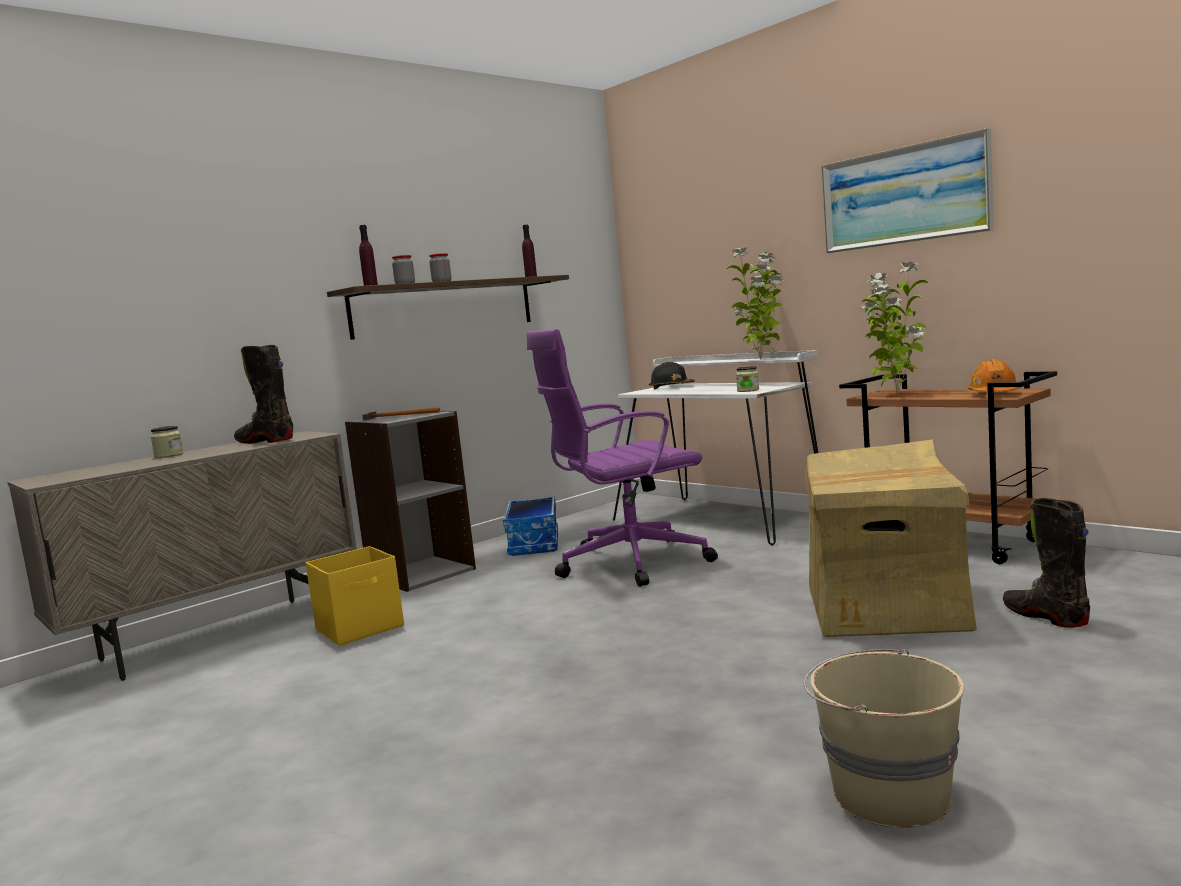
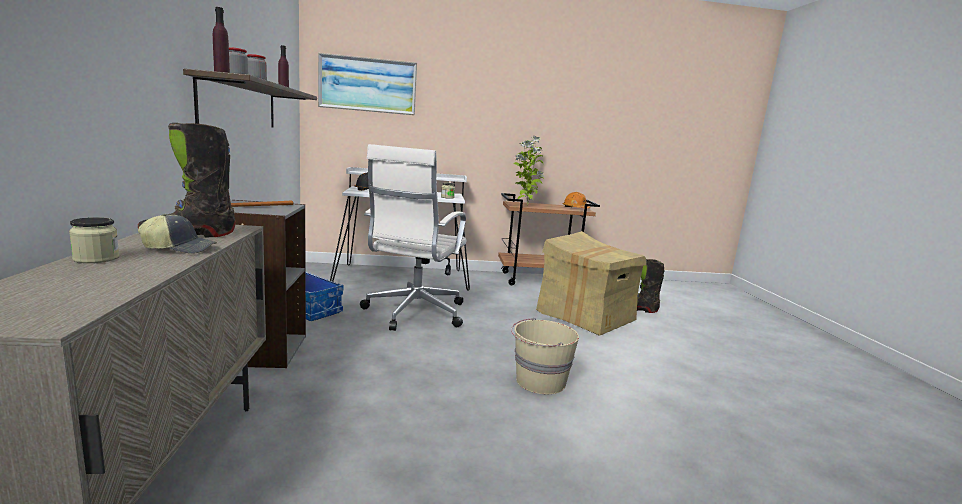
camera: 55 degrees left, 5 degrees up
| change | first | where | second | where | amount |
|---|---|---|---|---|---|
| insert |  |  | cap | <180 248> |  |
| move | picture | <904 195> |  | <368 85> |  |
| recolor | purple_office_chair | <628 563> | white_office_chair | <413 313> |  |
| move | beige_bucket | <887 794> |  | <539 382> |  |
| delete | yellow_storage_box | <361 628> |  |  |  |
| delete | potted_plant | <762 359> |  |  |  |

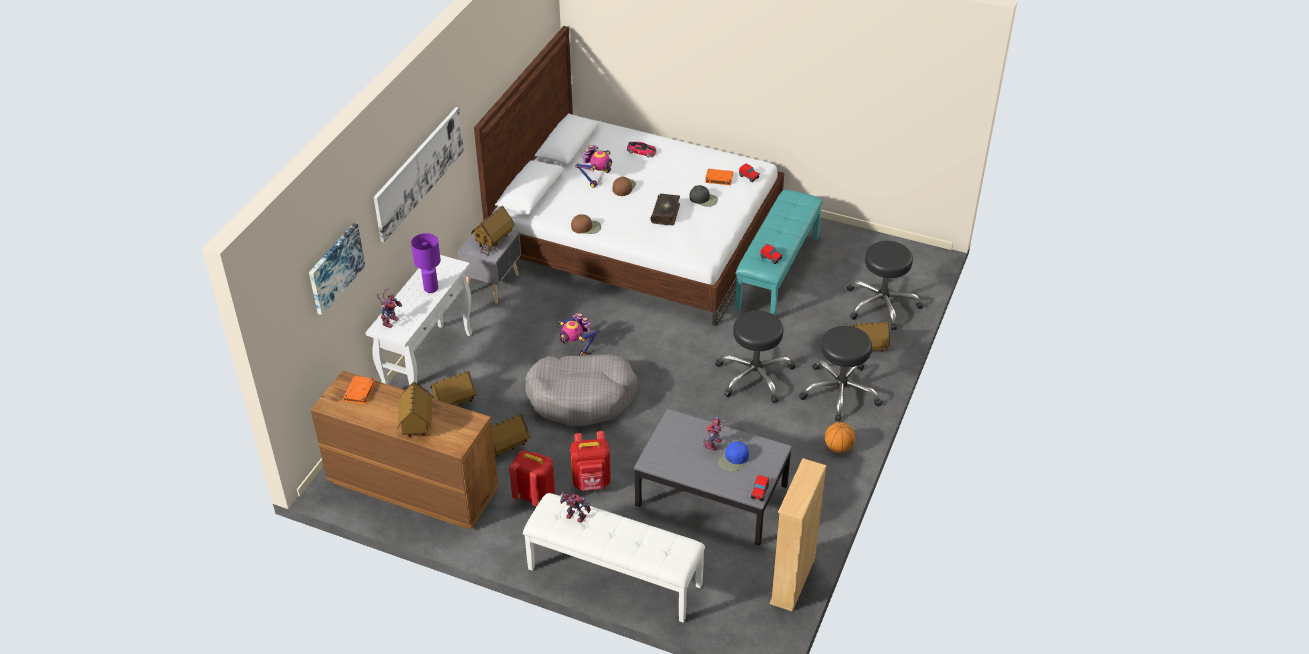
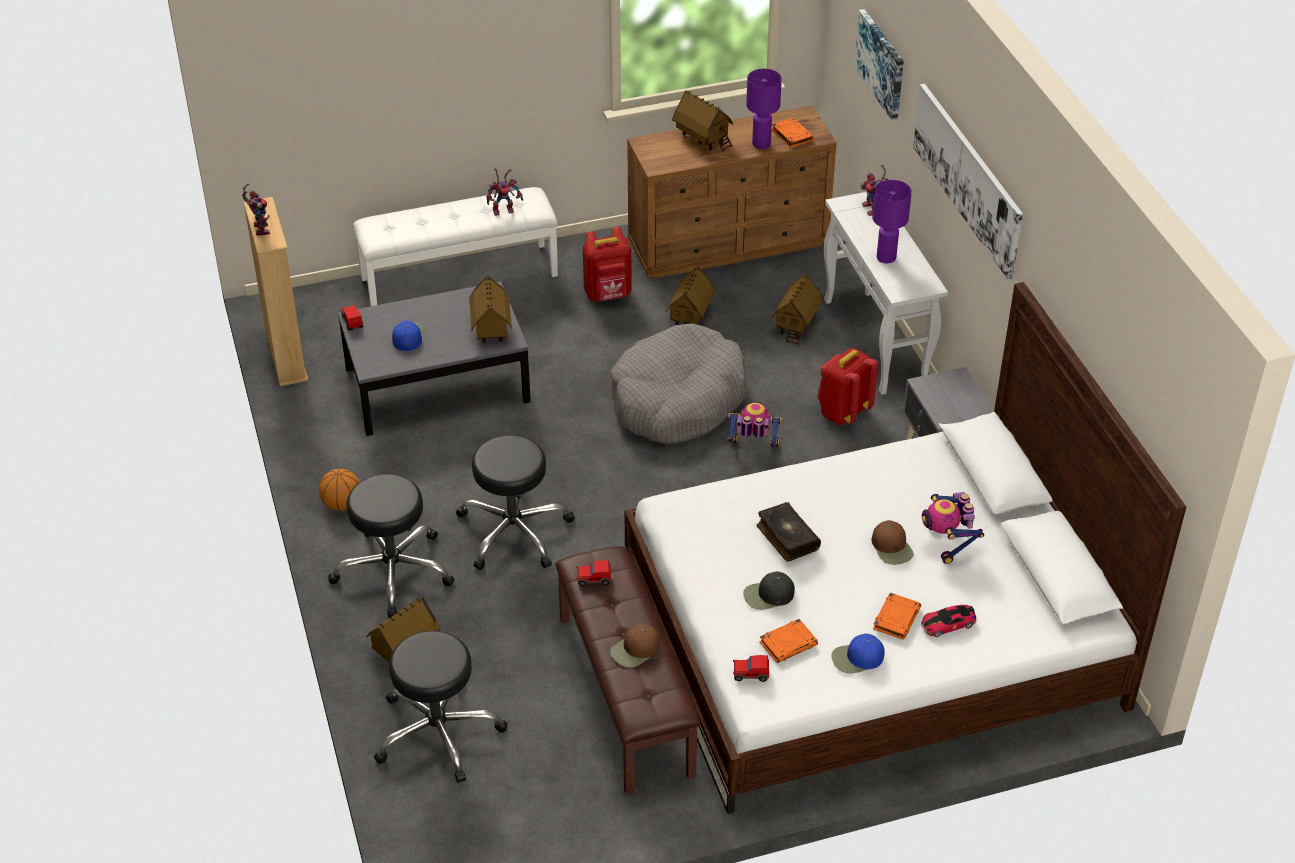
camera: 140 degrees right, 0 degrees up
| change | first | where | second | where | amount |
|---|---|---|---|---|---|
| move | toy_robot | <714 446> |  | <259 228> |  |
| move | toy_house | <494 241> |  | <491 330> |  |
| recolor | turquoise_bench | <776 272> | brown_bench | <627 695> |  |
| move | brown_cap | <586 227> |  | <635 650> |  |
| insert |  |  | purple_table_lamp | <760 144> |  |
| move | red_backpack | <591 482> |  | <843 412> |  |
| insert |  |  | blue_cap | <857 658> |  |
| insert |  |  | orange_book | <896 618> |  |

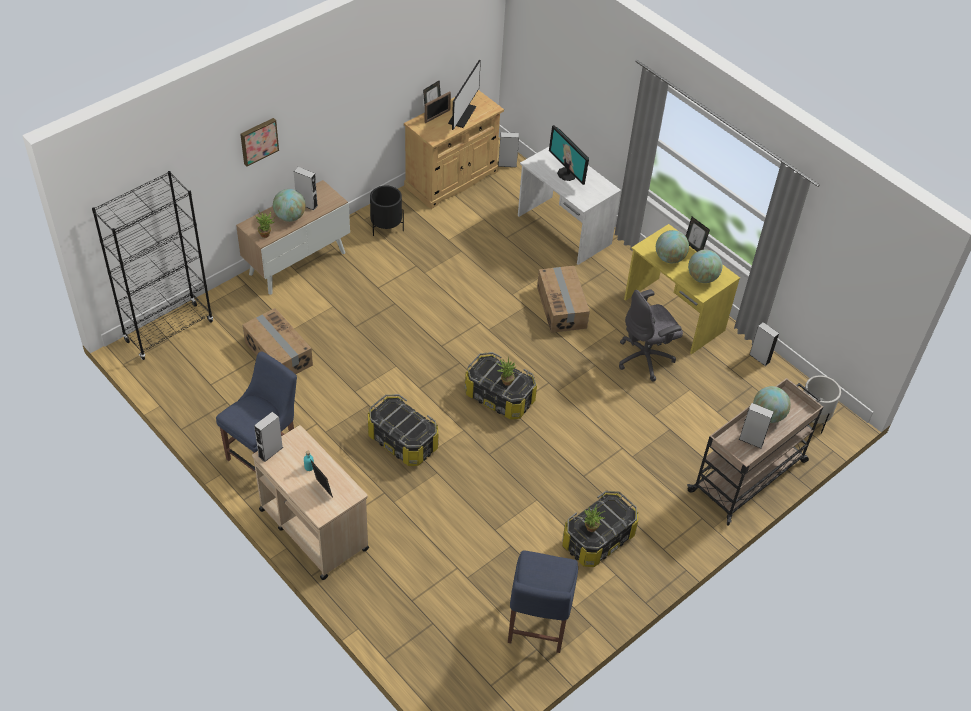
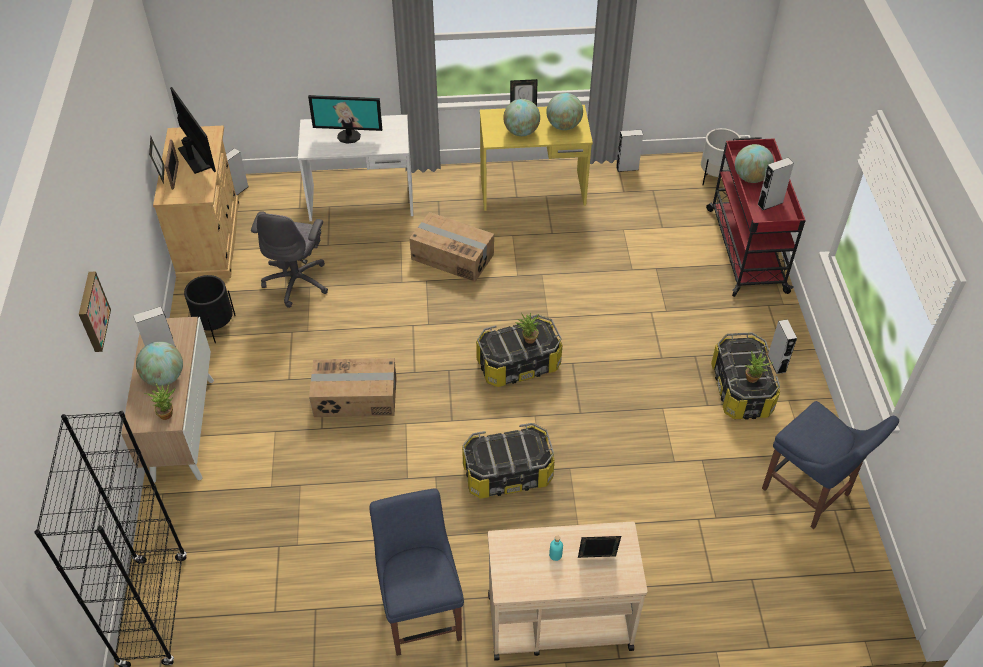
camera: 50 degrees left, 0 degrees up
| change | first | where | second | where | amount |
|---|---|---|---|---|---|
| move | grey_office_chair | <645 358> |  | <297 281> |  |
| move | cardboard_box | <278 354> |  | <355 398> |  |
| recolor | beige_cart | <749 475> | red_cart | <745 249> |  |
| move | grey_speaker | <270 452> |  | <776 363> |  |

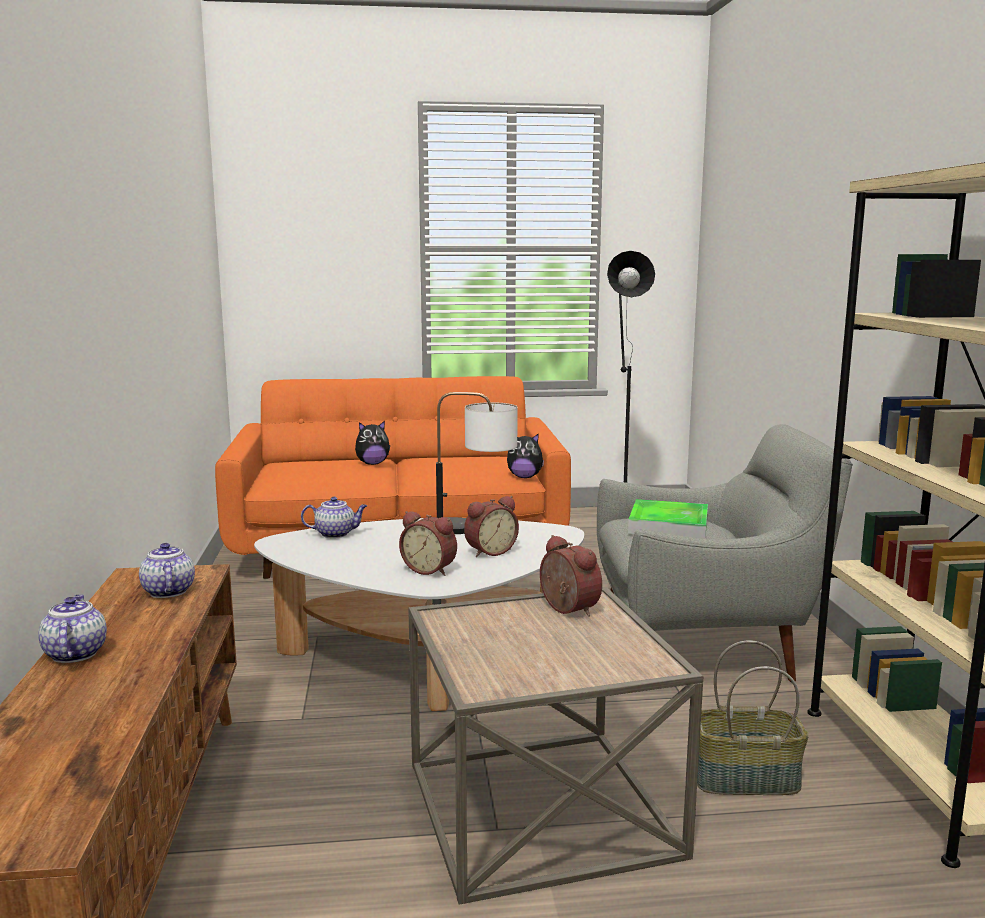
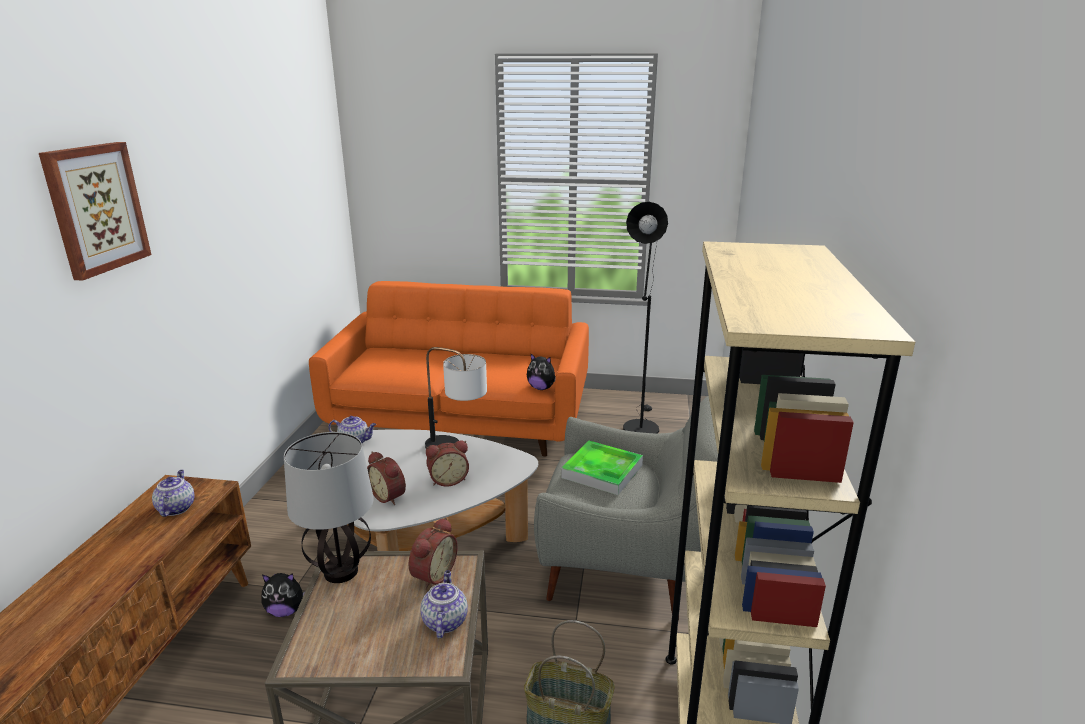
camera: 15 degrees right, 10 degrees up
| change | first | where | second | where | amount |
|---|---|---|---|---|---|
| insert |  |  | picture | <96 208> |  |
| move | plush_toy | <372 464> |  | <286 611> |  |
| insert |  |  | table_lamp | <340 571> |  |
| rotate | alarm_clock | <566 610> |  | <432 575> | 45 degrees clockwise |
| move | teapot | <74 653> |  | <444 621> |  |

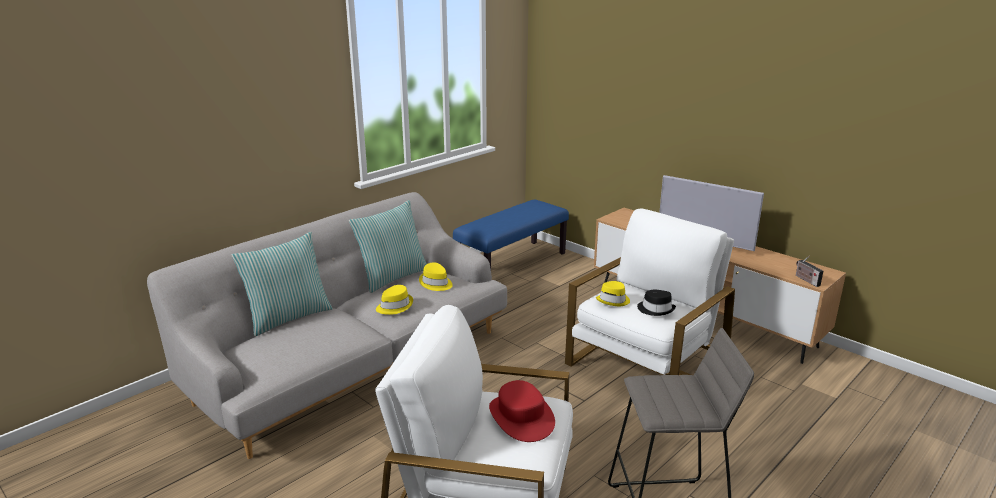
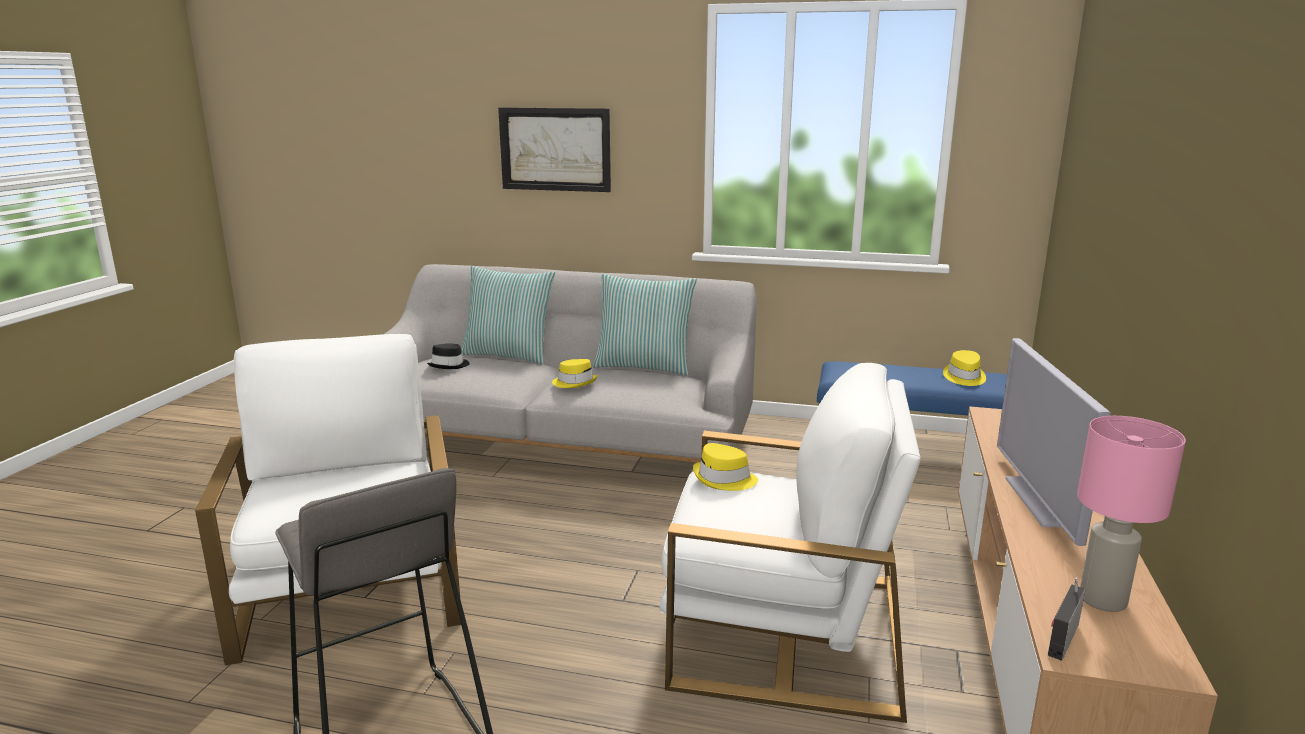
camera: 60 degrees right, 5 degrees down
| change | first | where | second | where | amount |
|---|---|---|---|---|---|
| move | black_hat | <656 309> |  | <449 365> |  |
| insert |  |  | picture | <555 149> |  |
| move | yellow_hat | <435 283> |  | <964 377> |  |
| insert |  |  | pink_table_lamp | <1102 600> |  |
| delete | red_hat | <521 417> |  |  |  |

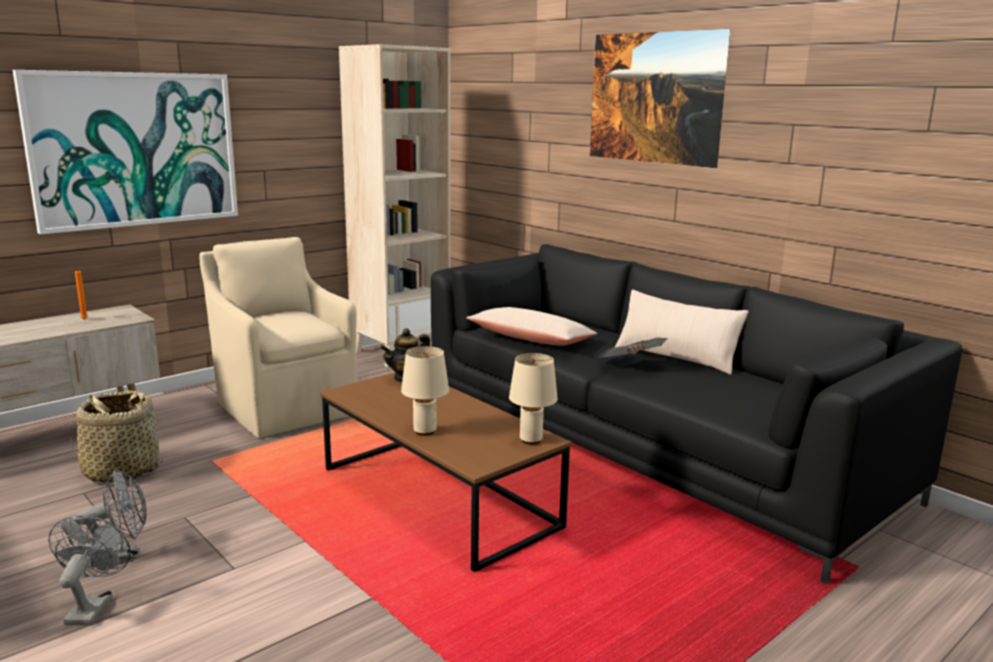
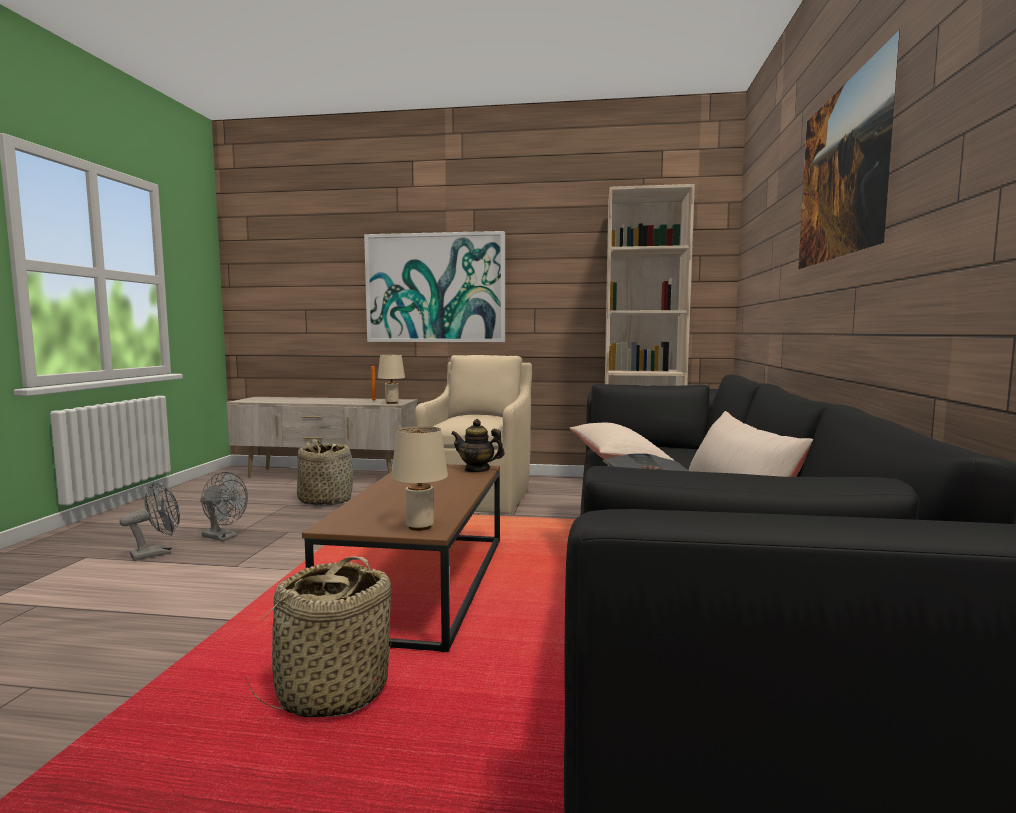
camera: 50 degrees right, 10 degrees down
| change | first | where | second | where | amount |
|---|---|---|---|---|---|
| insert |  |  | basket | <332 692> |  |
| move | beige_table_lamp | <425 431> |  | <392 403> |  |

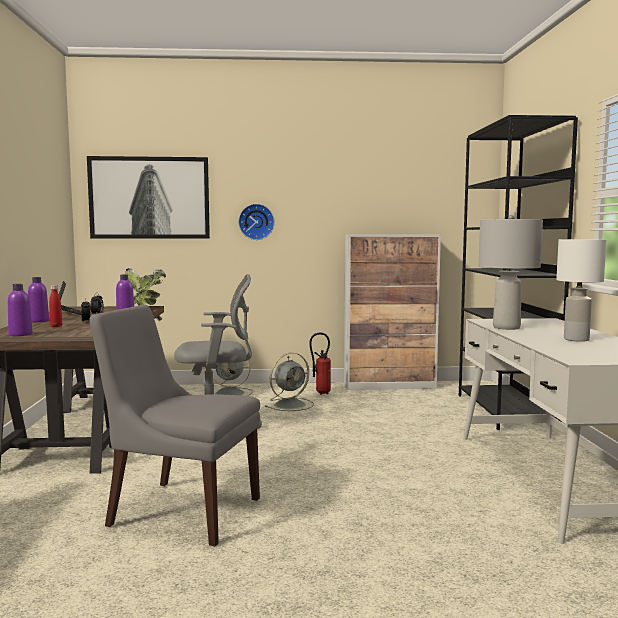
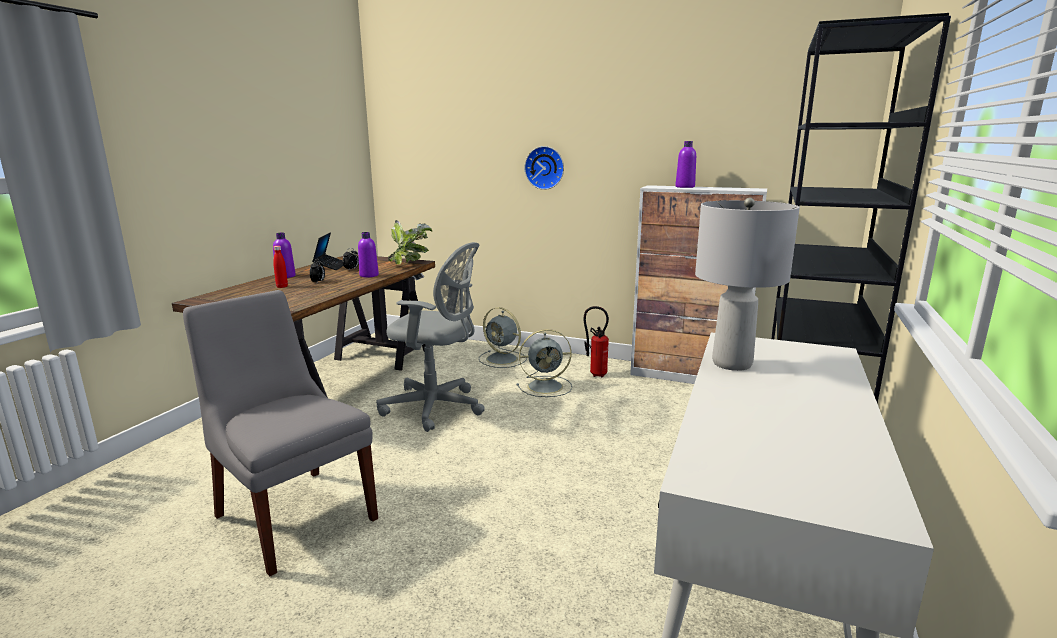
camera: 25 degrees right, 10 degrees up
| change | first | where | second | where | amount |
|---|---|---|---|---|---|
| move | purple_bottle | <20 334> |  | <685 187> |  |
| delete | picture | <149 198> |  |  |  |
| delete | white_table_lamp | <575 339> |  |  |  |

